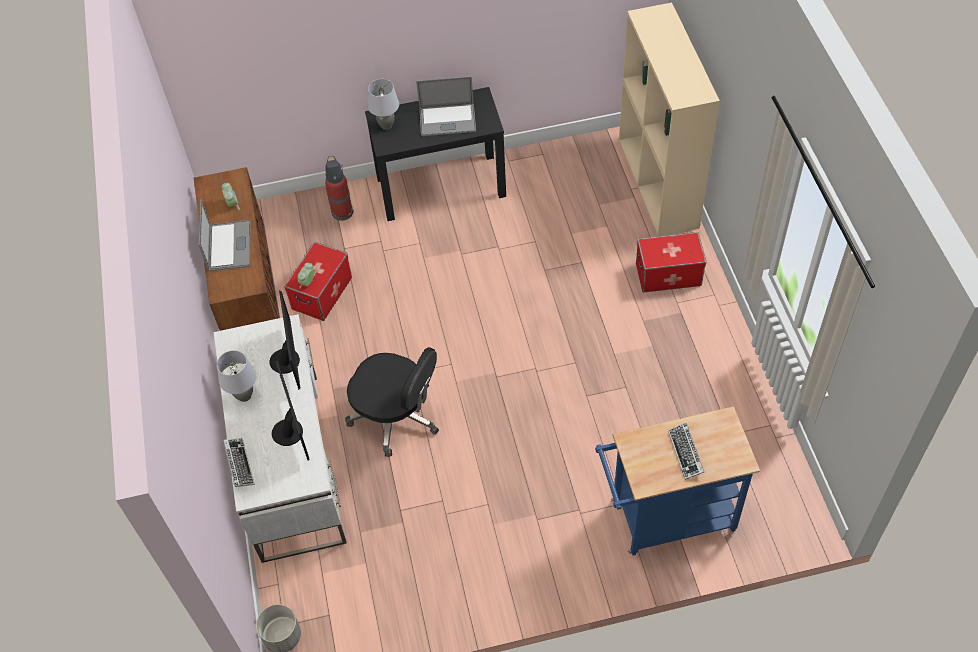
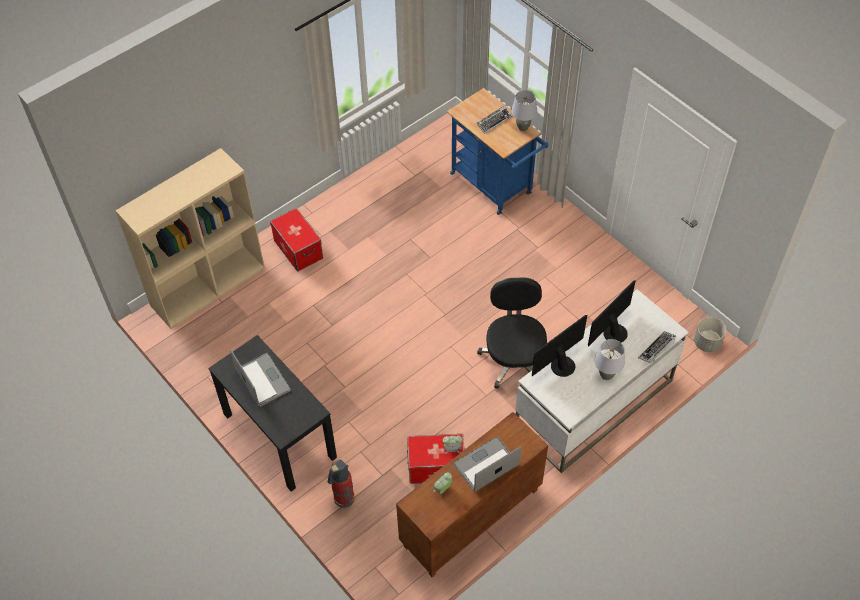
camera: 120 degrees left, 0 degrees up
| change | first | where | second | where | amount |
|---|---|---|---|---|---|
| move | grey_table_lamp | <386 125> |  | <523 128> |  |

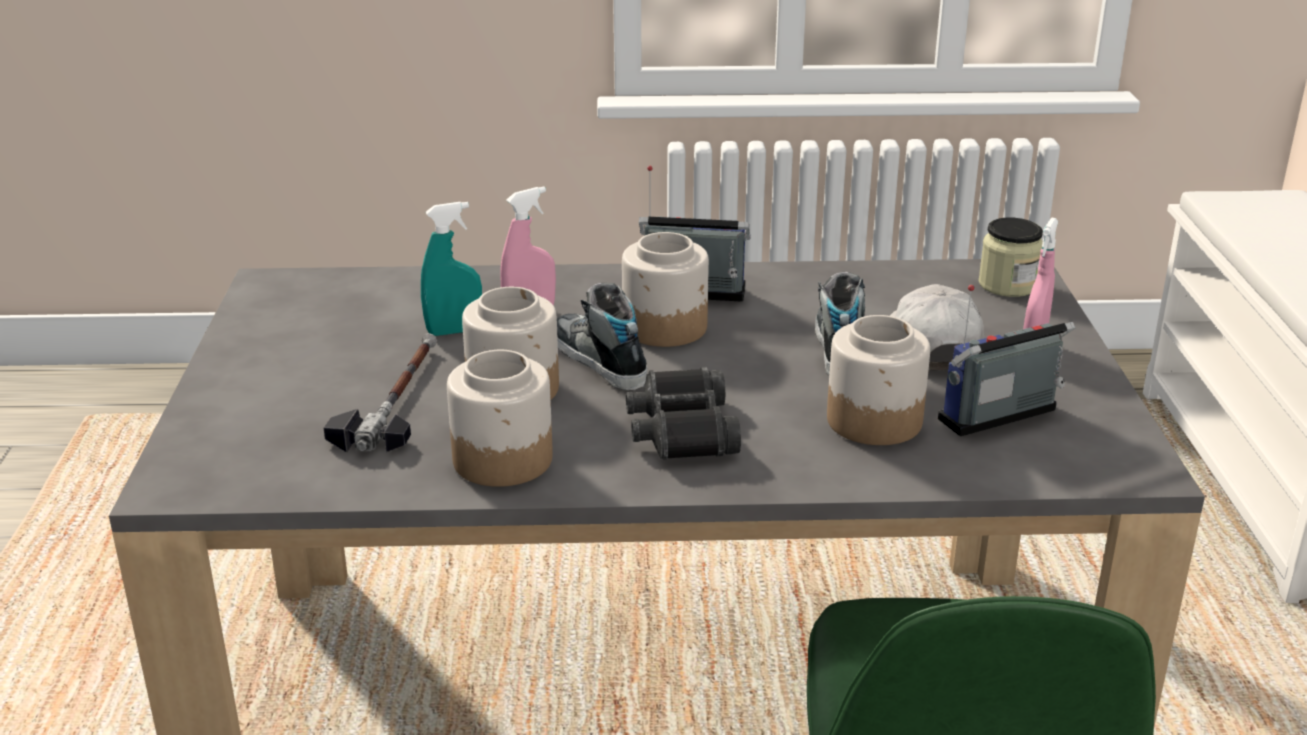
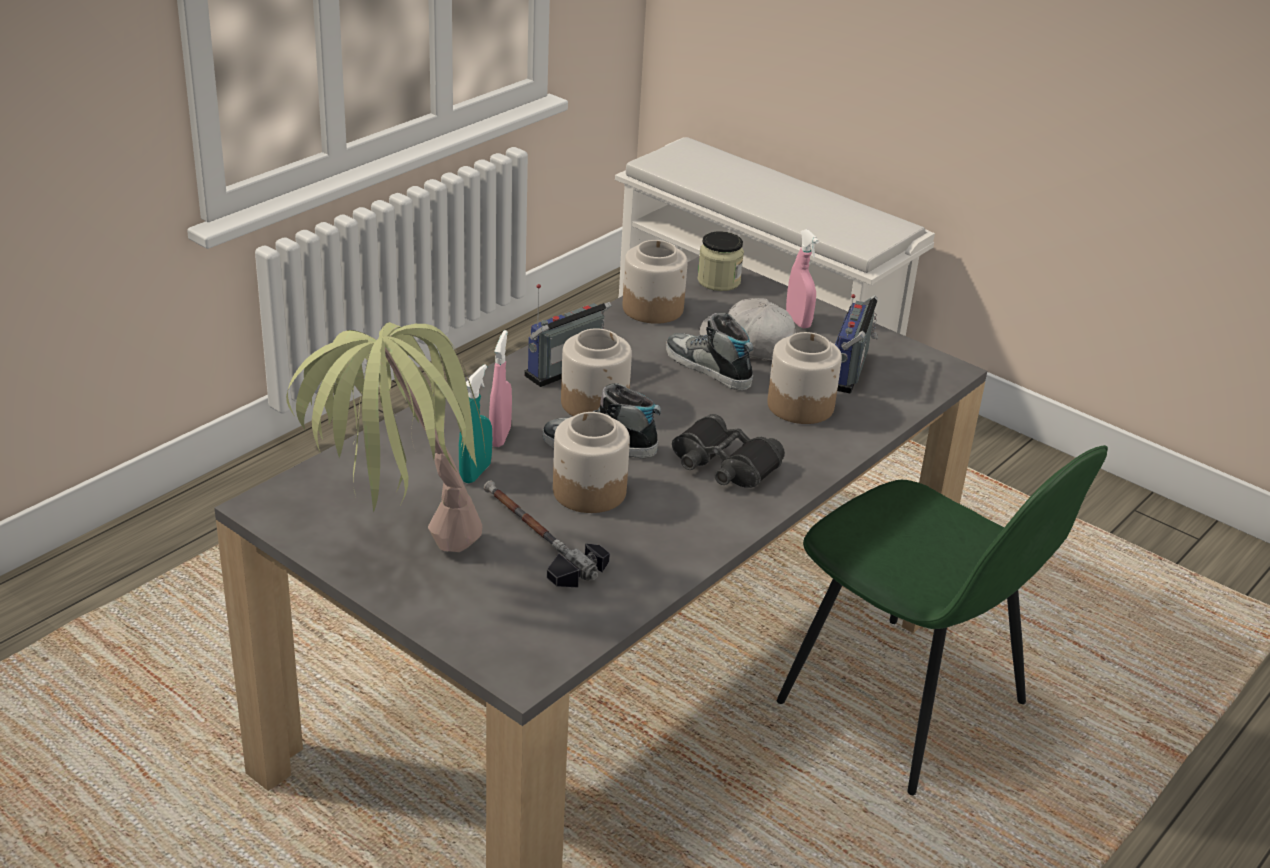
camera: 50 degrees left, 5 degrees up
| change | first | where | second | where | amount |
|---|---|---|---|---|---|
| insert |  |  | potted_plant | <397 556> |  |
| move | jar | <504 459> |  | <652 308> |  |

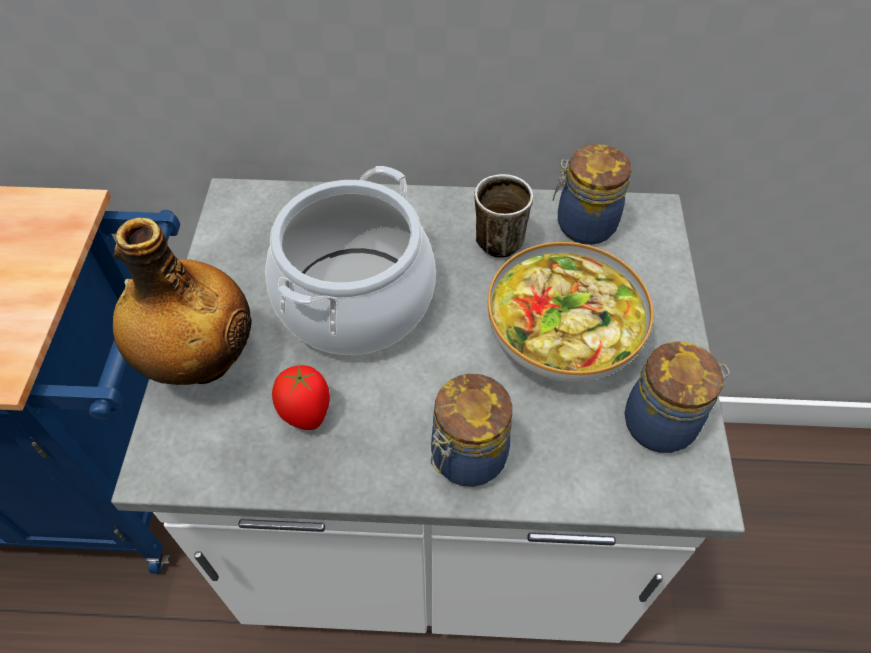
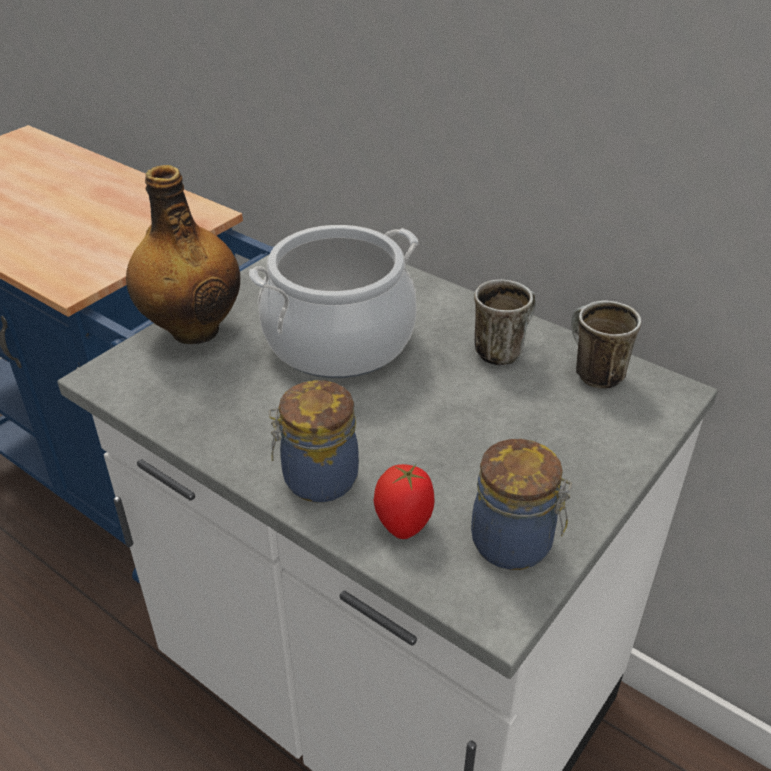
camera: 35 degrees right, 15 degrees down
| change | first | where | second | where | amount |
|---|---|---|---|---|---|
| move | tomato | <306 413> |  | <403 524> |  |
| replace | jar | <583 225> | mug | <591 372> |  |
| delete | bowl | <562 332> |  |  |  |

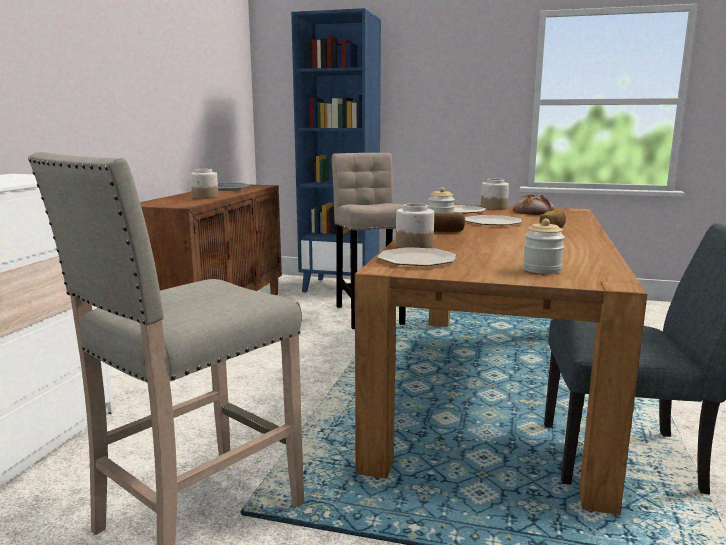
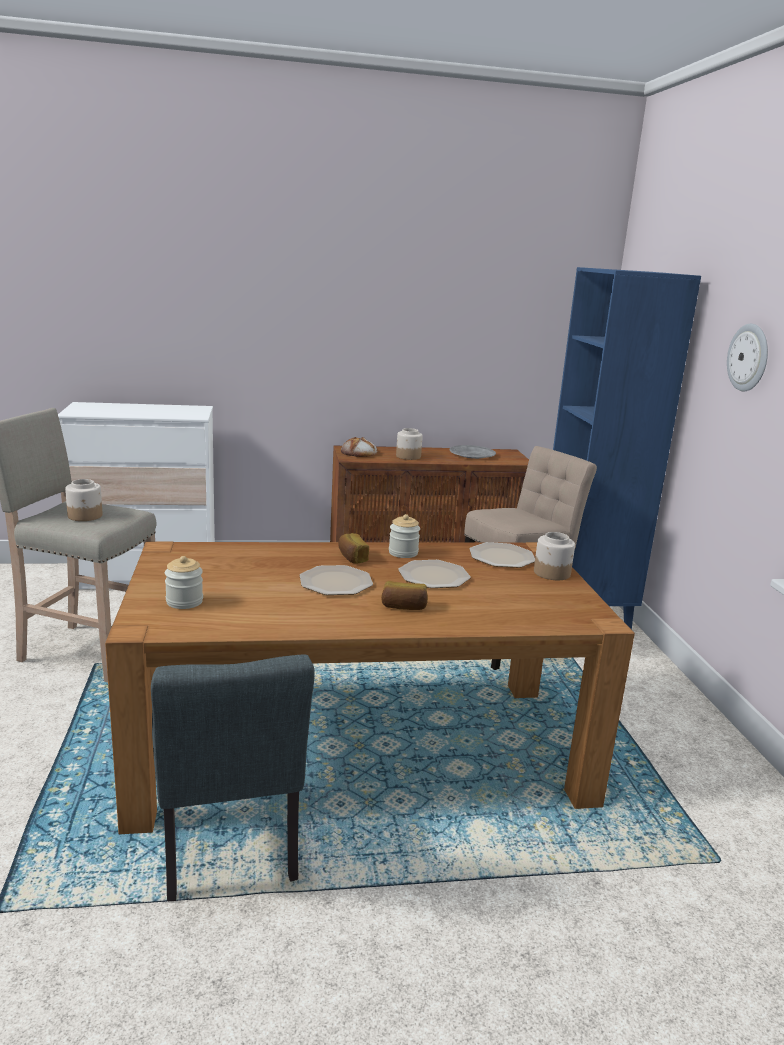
camera: 65 degrees right, 5 degrees up
| change | first | where | second | where | amount |
|---|---|---|---|---|---|
| move | jar | <414 245> |  | <85 516> |  |
| move | plate | <417 259> |  | <335 582> |  |
| move | bread | <533 212> |  | <359 453> |  |
| insert |  |  | wall_clock | <748 357> |  |

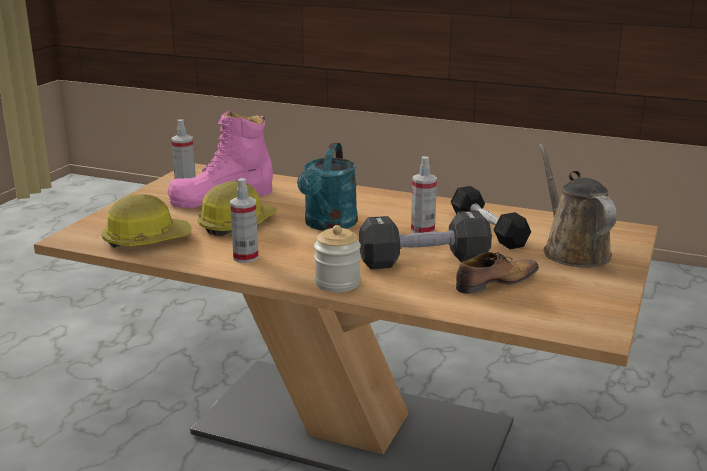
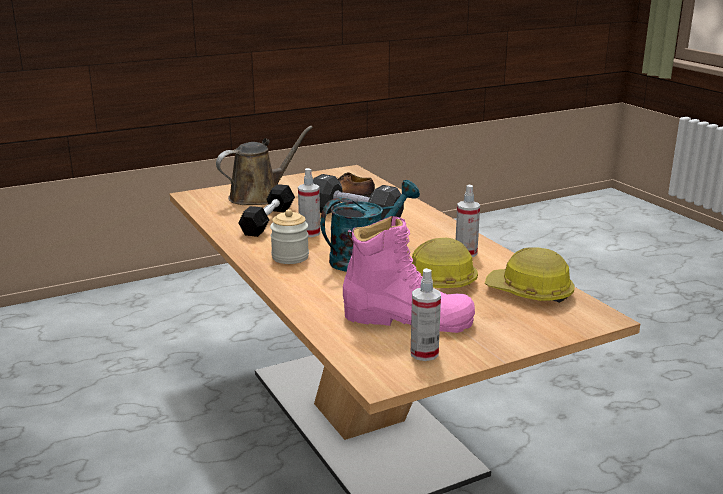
camera: 140 degrees left, 0 degrees up
| change | first | where | second | where | amount |
|---|---|---|---|---|---|
| rotate | brown_watering_can | <573 251> |  | <258 196> | 150 degrees counterclockwise |
| move | jar | <337 283> |  | <290 257> |  |

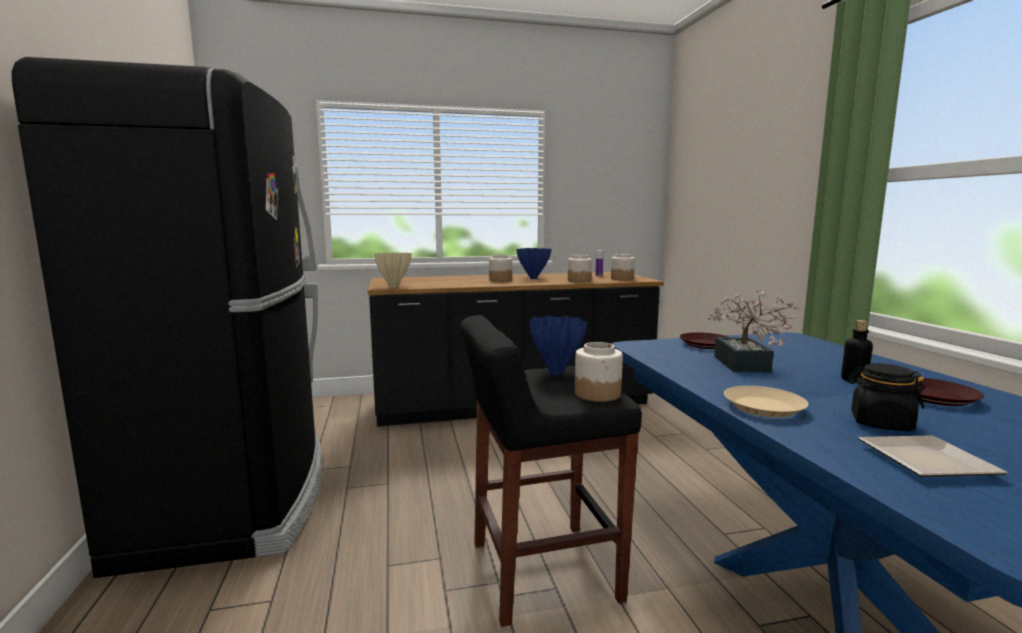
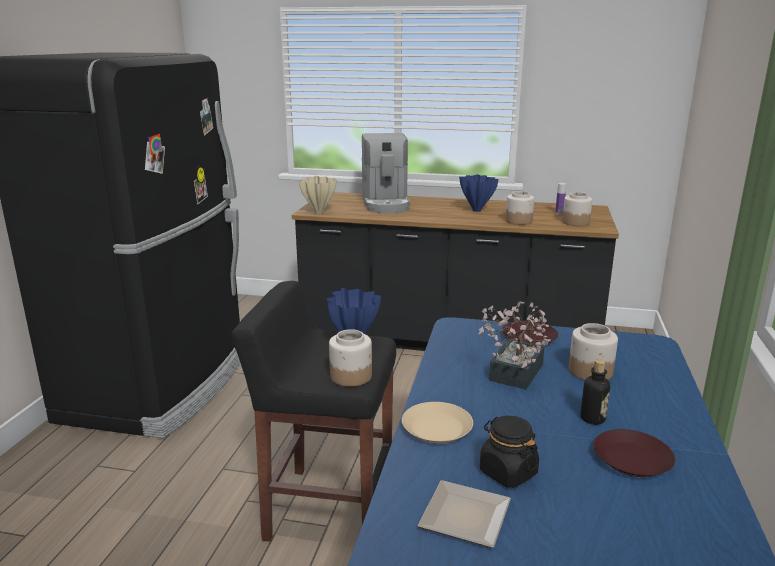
camera: 25 degrees right, 10 degrees up
| change | first | where | second | where | amount |
|---|---|---|---|---|---|
| insert |  |  | coffee_machine | <386 204> |  |
| move | jar | <500 280> |  | <589 371> |  |

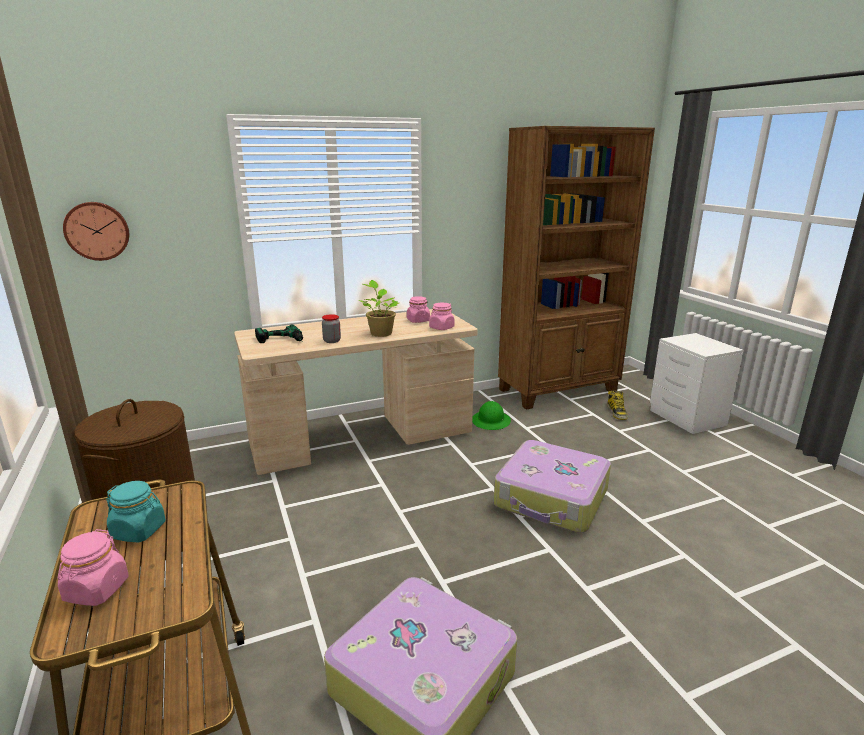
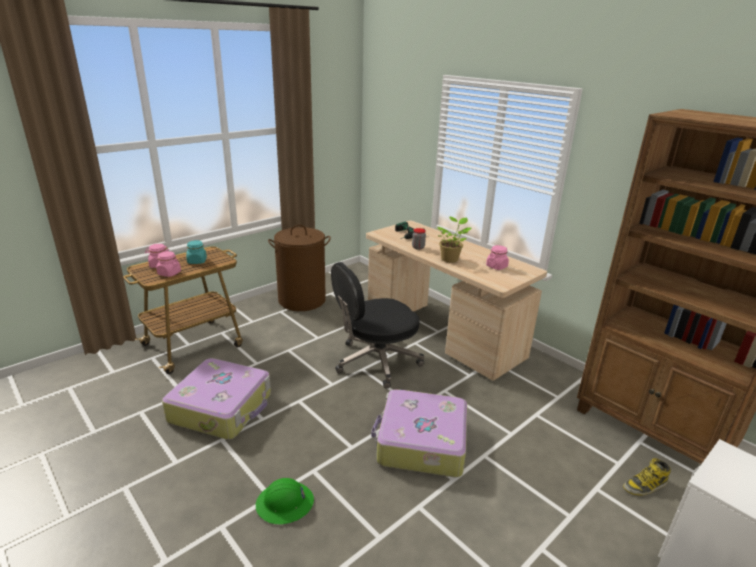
camera: 70 degrees right, 5 degrees up
| change | first | where | second | where | amount |
|---|---|---|---|---|---|
| move | pink_jar | <441 328> |  | <169 273> |  |
| move | green_hard_hat | <491 421> |  | <285 504> |  |
| insert |  |  | black_office_chair | <376 361> |  |
| delete | wall_clock | <97 231> |  |  |  |

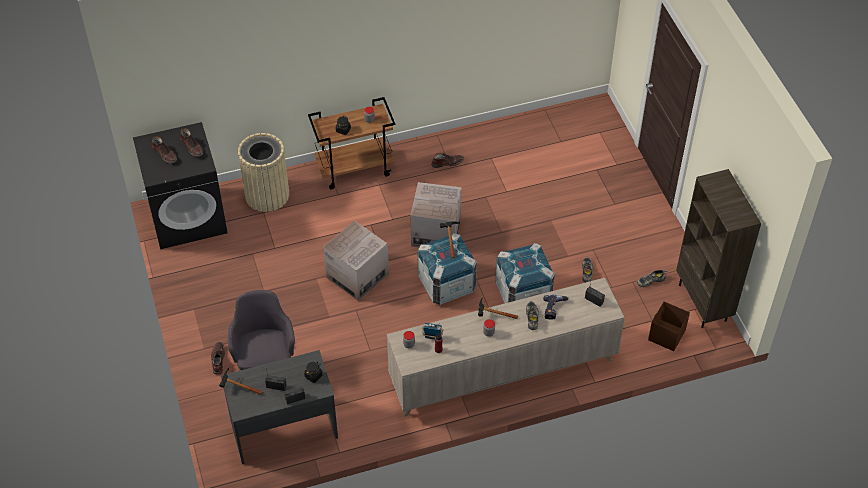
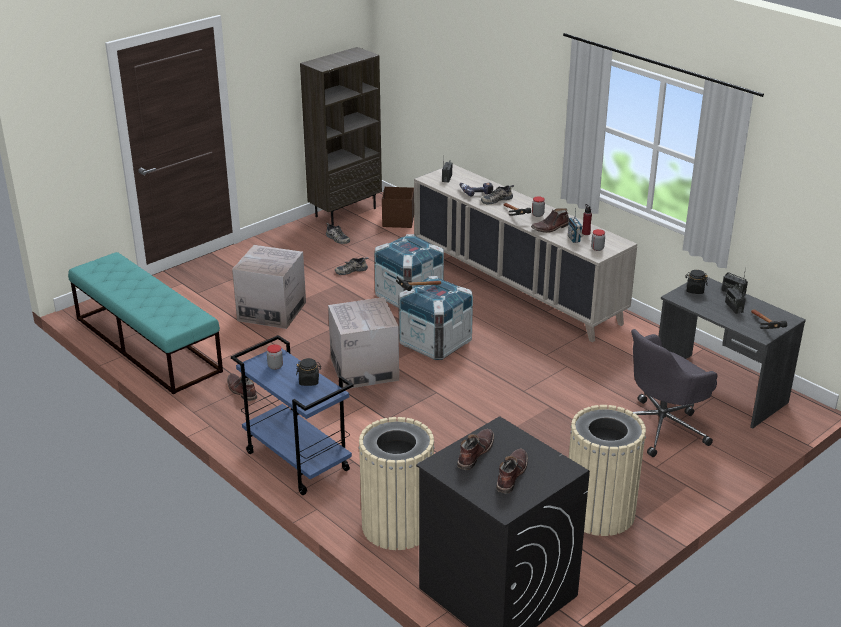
camera: 115 degrees left, 20 degrees down
| change | first | where | second | where | amount |
|---|---|---|---|---|---|
| insert |  |  | turquoise_bench | <147 344> |  |
| recolor | brown_cart | <355 168> | blue_cart | <296 461> |  |
| move | cardboard_box | <357 276> |  | <272 311> |  |
| move | brown_boot | <218 359> |  | <550 228> |  |
| insert |  |  | beige_trash_can | <599 512> |  |

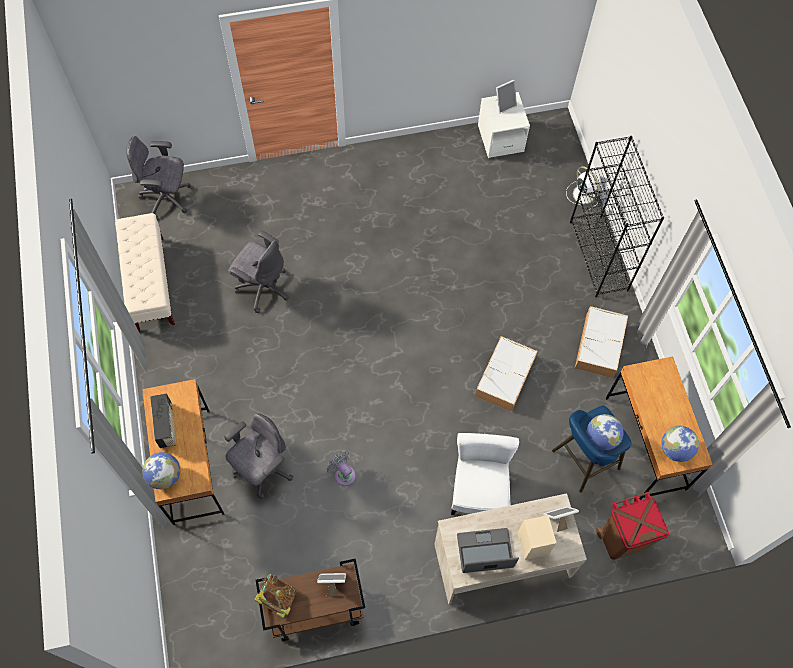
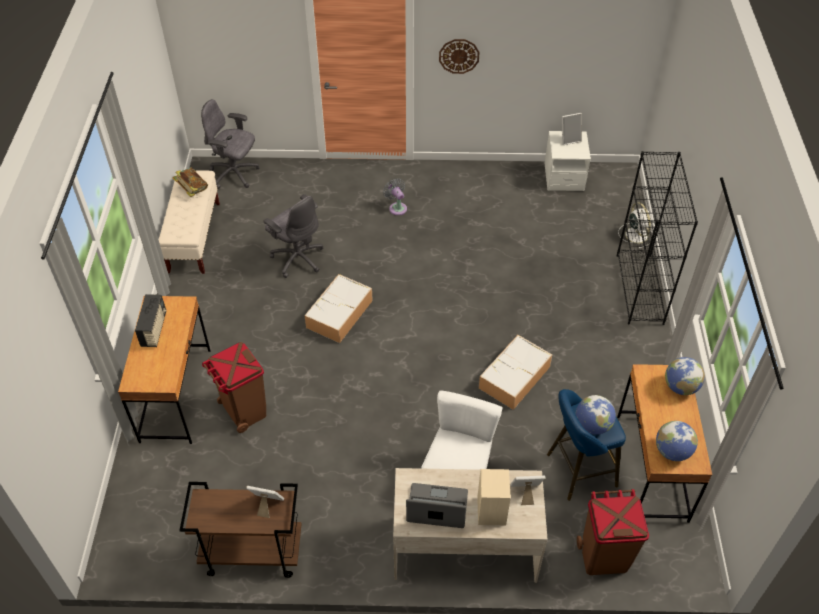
camera: 15 degrees right, 15 degrees down
| change | first | where | second | where | amount |
|---|---|---|---|---|---|
| move | book | <277 598> |  | <192 190> |  |
| replace | grey_office_chair | <263 469> | brown_trash_can | <244 411> |  |
| move | storage_box | <599 346> |  | <339 315> |  |
| move | grey_fan | <343 473> |  | <397 207> |  |
| insert |  |  | wall_clock | <459 56> |  |
| move | globe | <165 476> |  | <680 387> |  |

